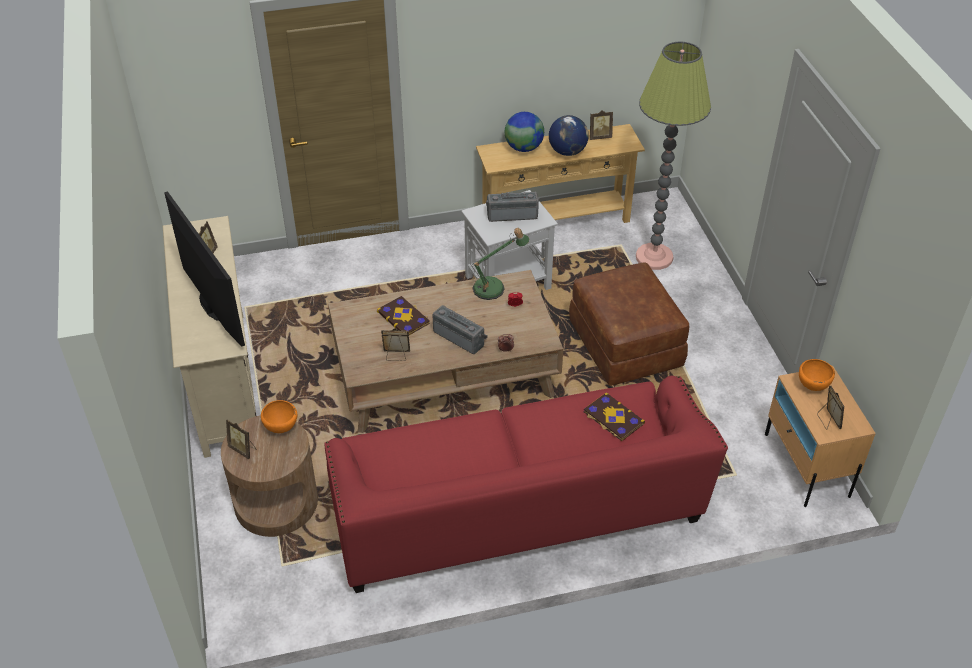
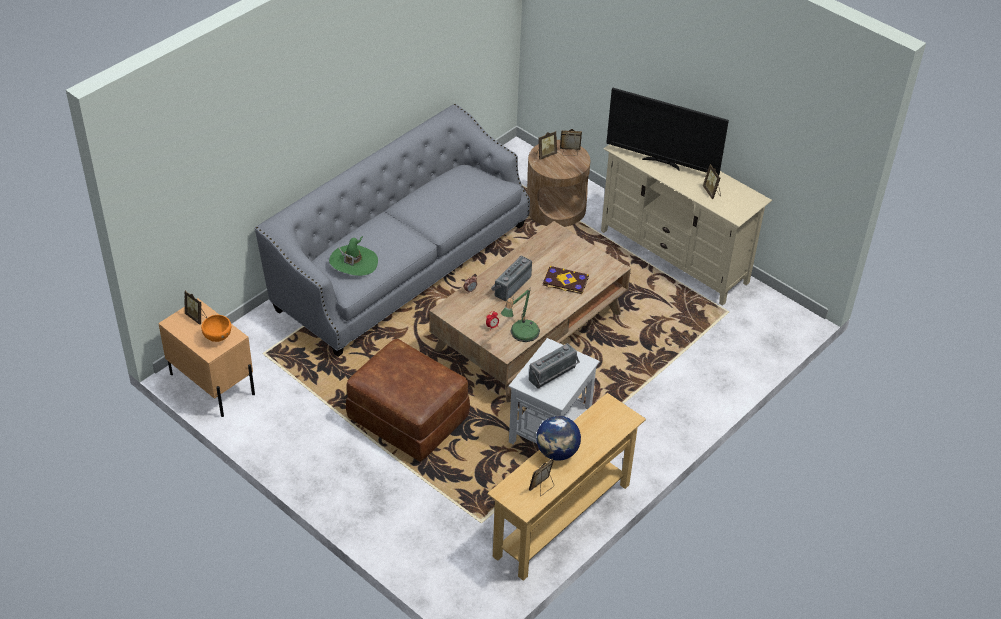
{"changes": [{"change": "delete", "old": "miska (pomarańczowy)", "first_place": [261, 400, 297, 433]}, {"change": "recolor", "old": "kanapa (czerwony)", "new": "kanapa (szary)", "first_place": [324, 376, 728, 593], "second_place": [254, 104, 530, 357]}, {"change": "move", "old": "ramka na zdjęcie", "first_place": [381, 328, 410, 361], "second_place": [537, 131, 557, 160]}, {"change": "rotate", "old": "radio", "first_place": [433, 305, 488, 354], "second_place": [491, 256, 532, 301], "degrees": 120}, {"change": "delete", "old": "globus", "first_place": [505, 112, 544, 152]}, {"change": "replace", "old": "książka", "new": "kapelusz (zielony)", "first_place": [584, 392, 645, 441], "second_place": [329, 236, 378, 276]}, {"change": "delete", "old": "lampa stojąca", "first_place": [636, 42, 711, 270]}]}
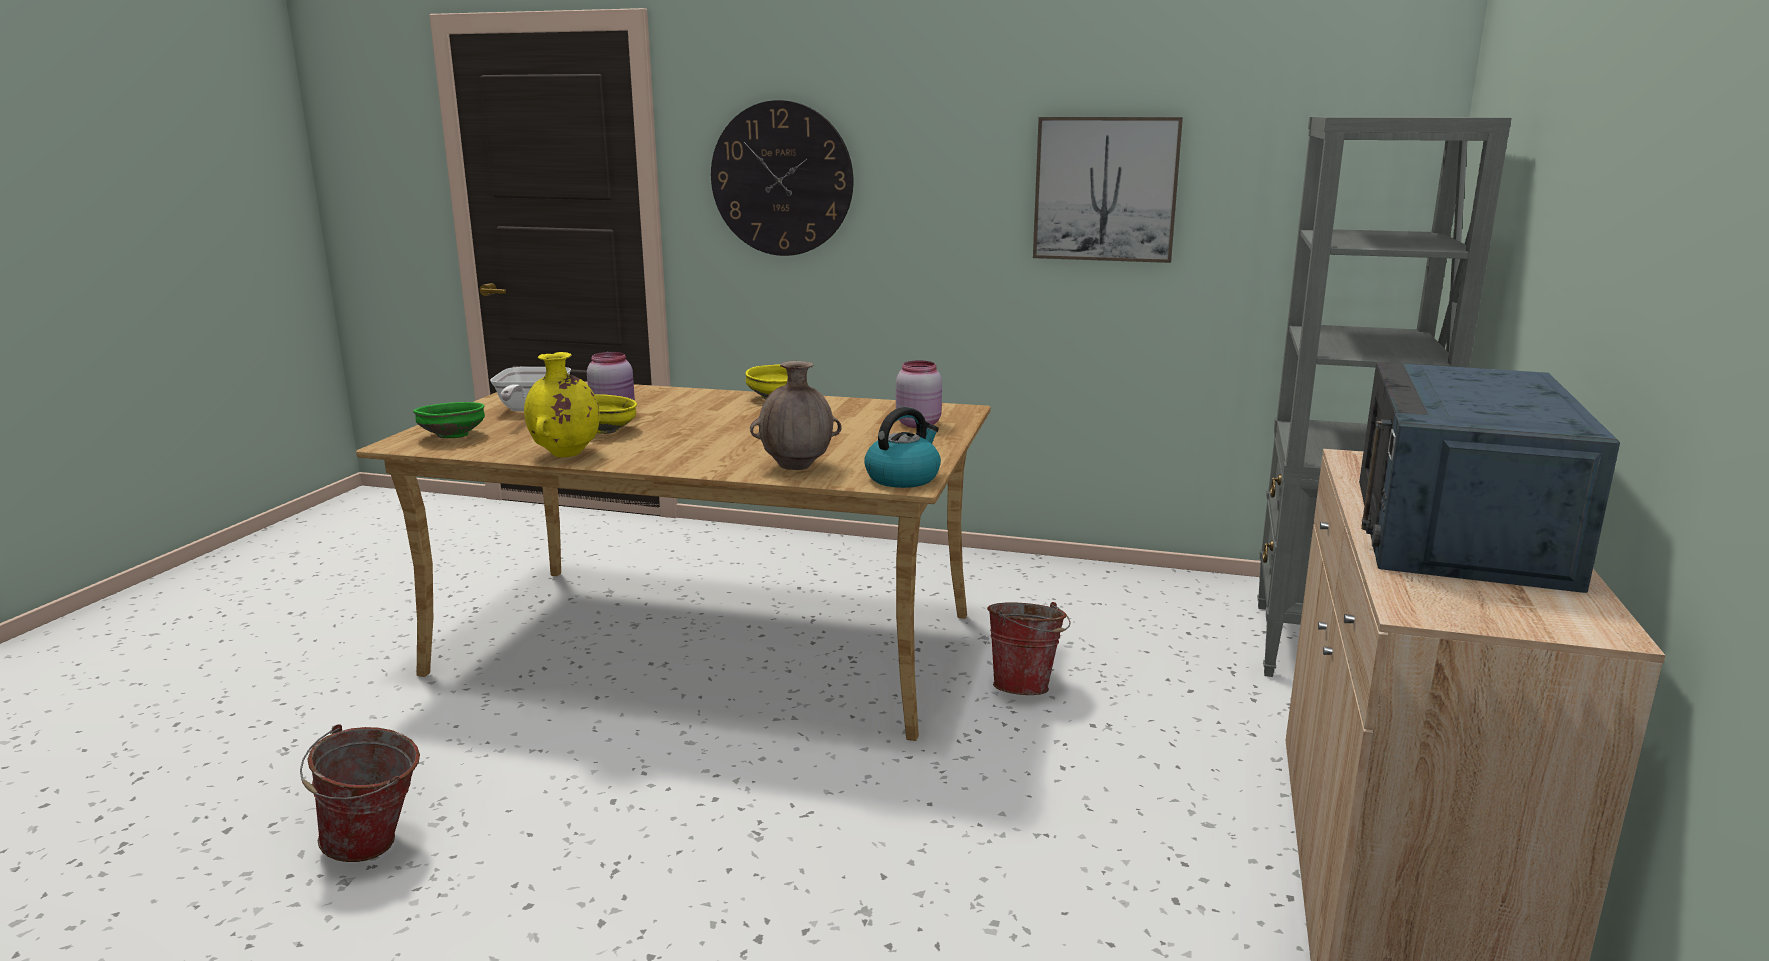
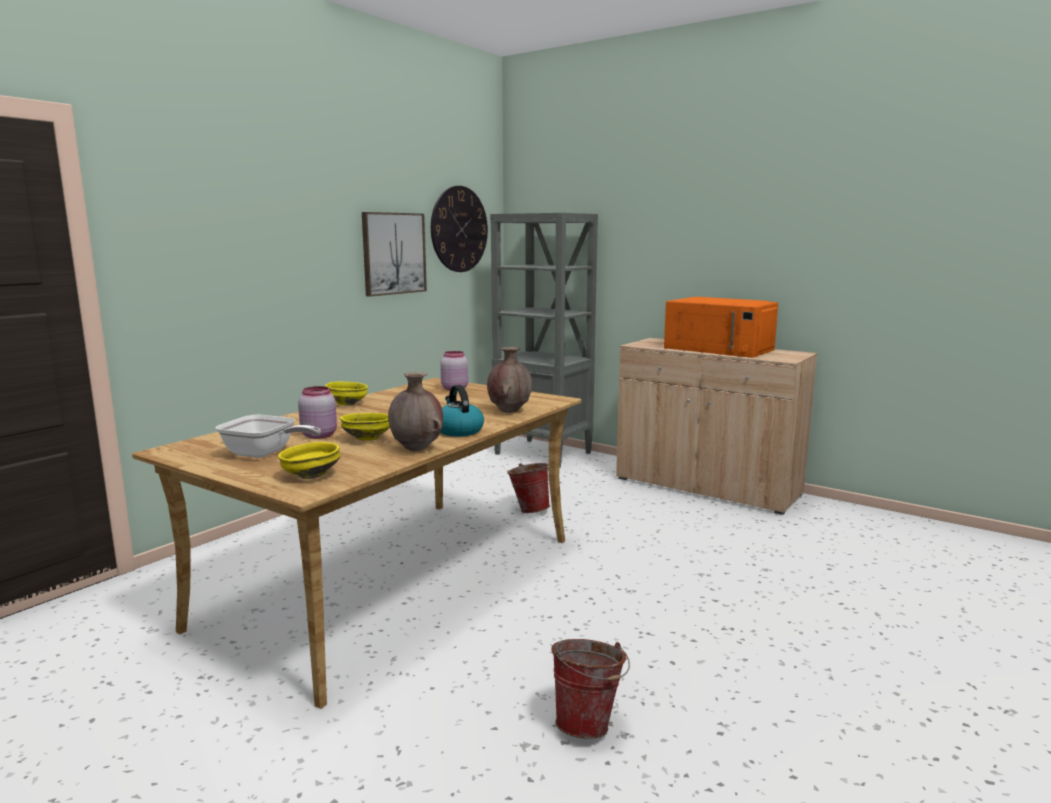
{"changes": [{"change": "recolor", "old": "miska (zielony)", "new": "miska (żółty)", "first_place": [413, 402, 485, 438], "second_place": [278, 442, 341, 479]}, {"change": "recolor", "old": "wazon (żółty)", "new": "wazon (brązowy)", "first_place": [524, 352, 600, 457], "second_place": [388, 372, 443, 451]}, {"change": "move", "old": "zegar ścienny", "first_place": [711, 100, 853, 256], "second_place": [431, 186, 488, 272]}, {"change": "move", "old": "czajnik", "first_place": [864, 407, 941, 488], "second_place": [440, 385, 484, 436]}, {"change": "recolor", "old": "mikrofalówka (niebieski)", "new": "mikrofalówka (pomarańczowy)", "first_place": [1359, 362, 1620, 593], "second_place": [664, 297, 778, 358]}]}
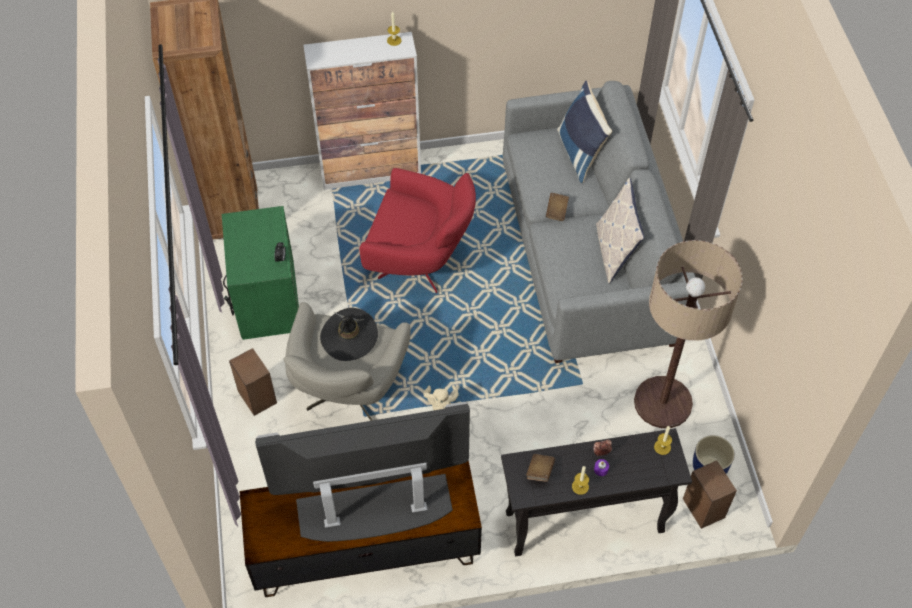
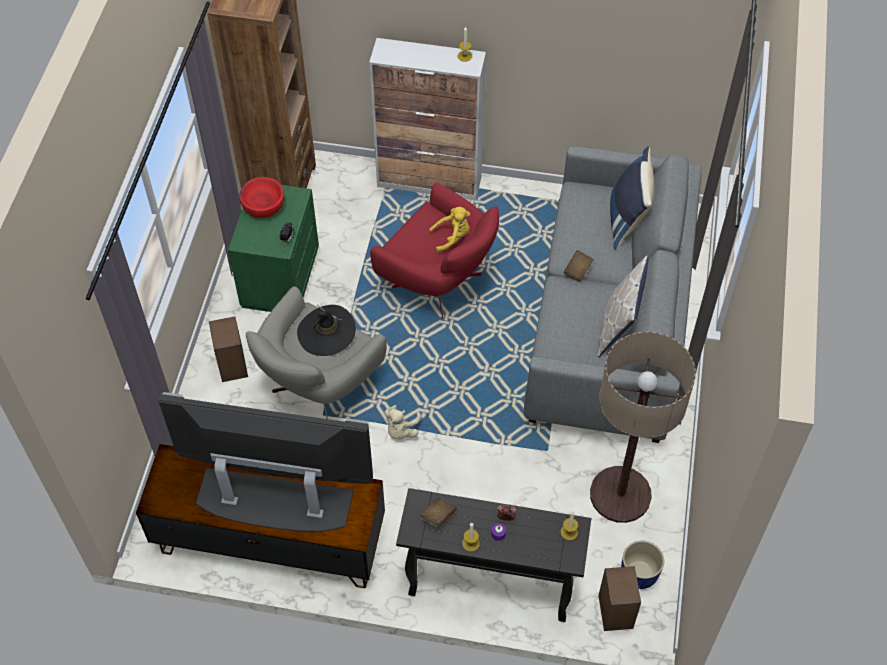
{"changes": [{"change": "insert", "new": "miska (czerwony)", "second_place": [239, 177, 284, 218]}, {"change": "insert", "new": "pluszak (żółty)", "second_place": [429, 207, 470, 253]}]}
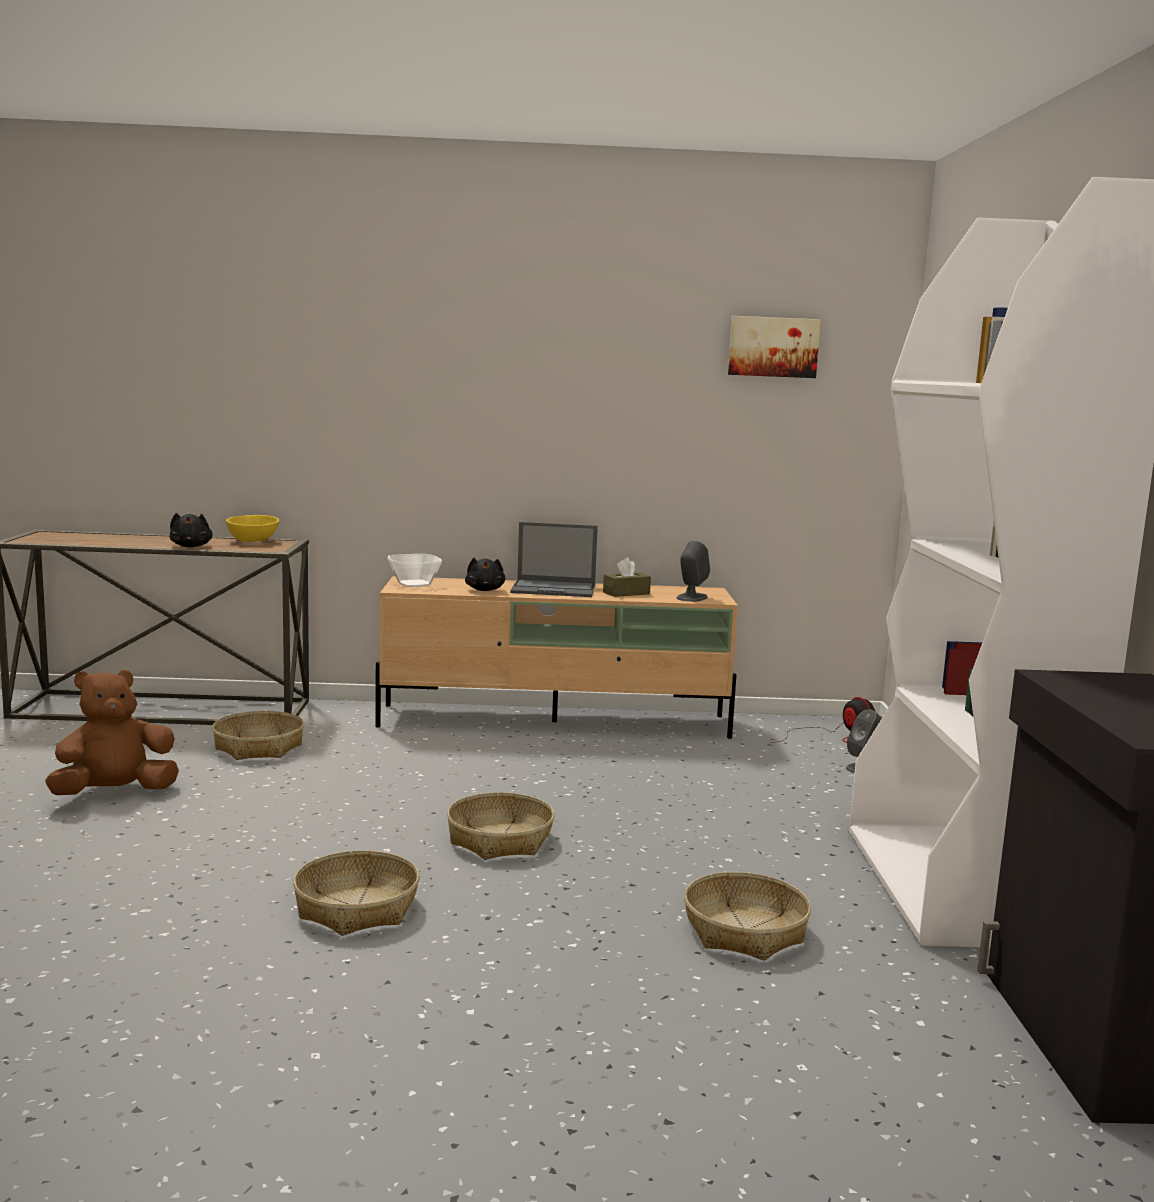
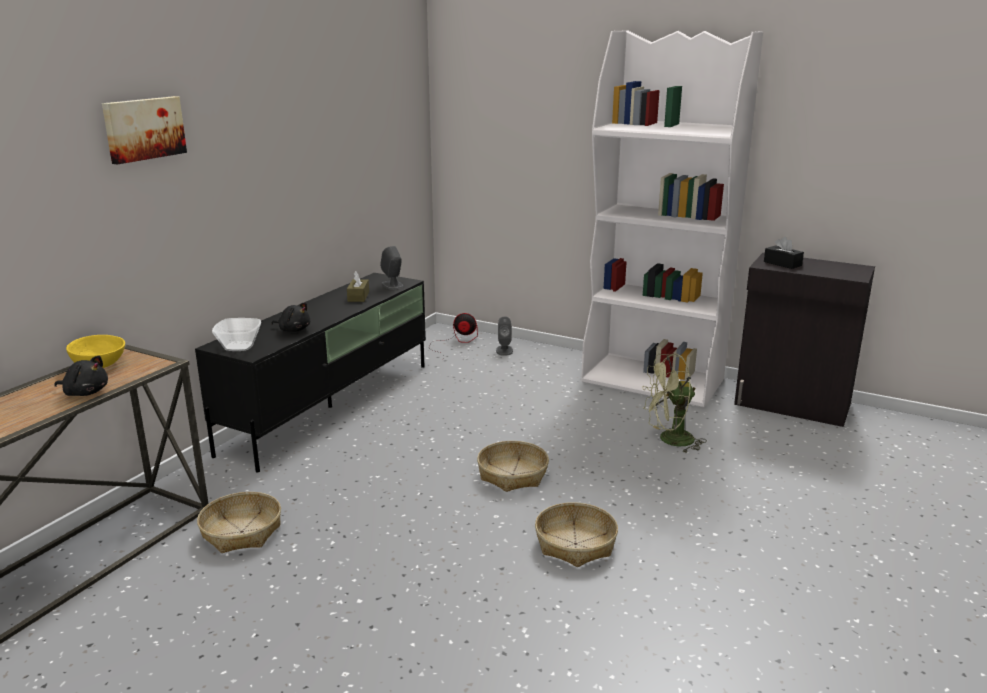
{"changes": [{"change": "delete", "old": "pluszak (brązowy)", "first_place": [45, 670, 179, 795]}, {"change": "recolor", "old": "szafka pod telewizor (beżowy)", "new": "szafka pod telewizor (czarny)", "first_place": [375, 576, 738, 739], "second_place": [195, 273, 426, 473]}, {"change": "delete", "old": "laptop", "first_place": [510, 522, 598, 597]}, {"change": "replace", "old": "koszyk", "new": "wentylator (zielony)", "first_place": [684, 872, 811, 960], "second_place": [642, 354, 707, 454]}, {"change": "move", "old": "obraz", "first_place": [728, 316, 821, 378], "second_place": [102, 96, 187, 164]}, {"change": "insert", "new": "pudełko chusteczek (czarny)", "second_place": [764, 237, 804, 269]}]}
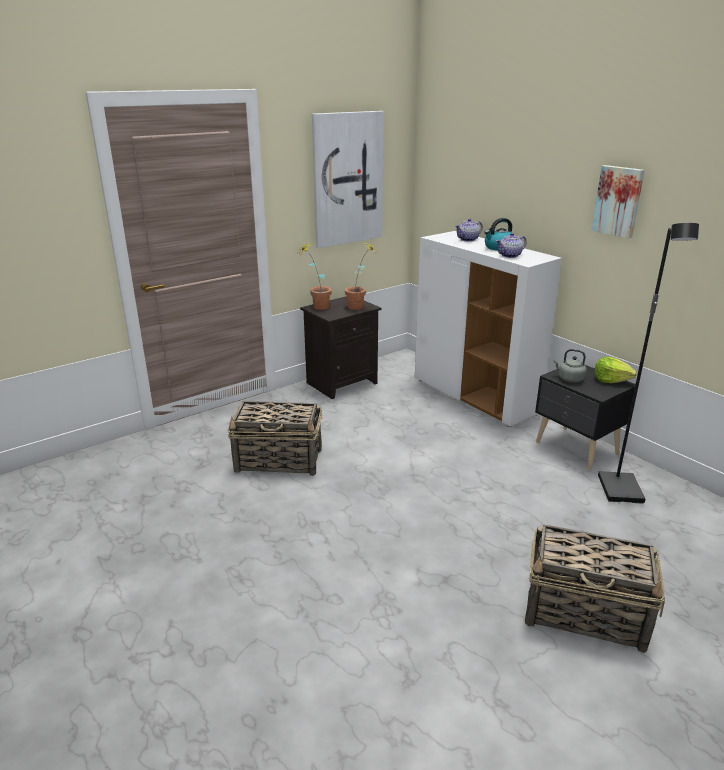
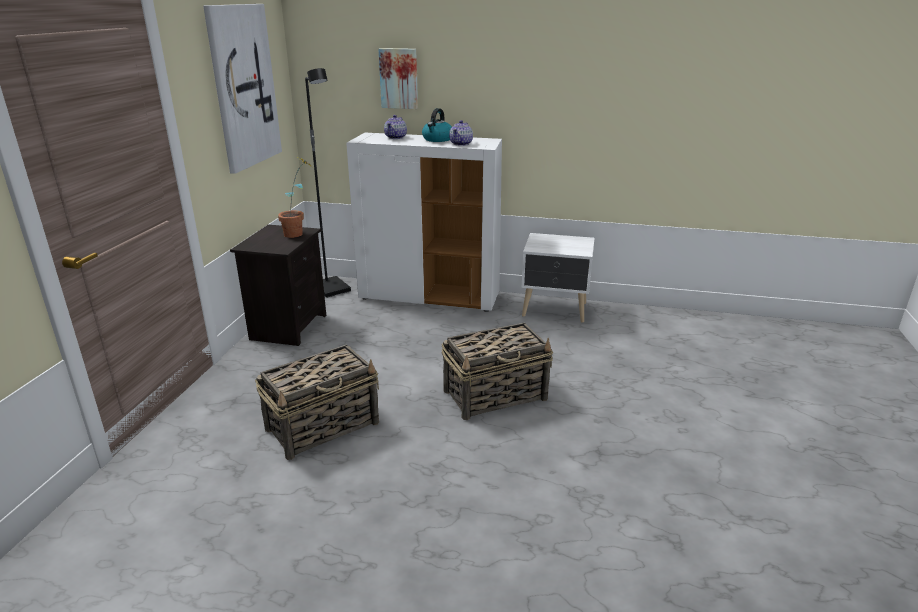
{"changes": [{"change": "delete", "old": "roślina doniczkowa", "first_place": [298, 242, 332, 310]}, {"change": "move", "old": "koszyk", "first_place": [525, 524, 665, 653], "second_place": [441, 322, 553, 420]}, {"change": "recolor", "old": "szafka nocna (czarny)", "new": "szafka nocna (biały)", "first_place": [535, 365, 635, 470], "second_place": [522, 233, 594, 322]}, {"change": "delete", "old": "czajnik (szary)", "first_place": [553, 349, 587, 382]}, {"change": "move", "old": "obraz", "first_place": [591, 165, 645, 238], "second_place": [378, 48, 418, 109]}, {"change": "delete", "old": "sałata", "first_place": [594, 356, 637, 383]}, {"change": "move", "old": "lampa stojąca (czarny)", "first_place": [598, 223, 699, 504], "second_place": [305, 68, 351, 298]}]}
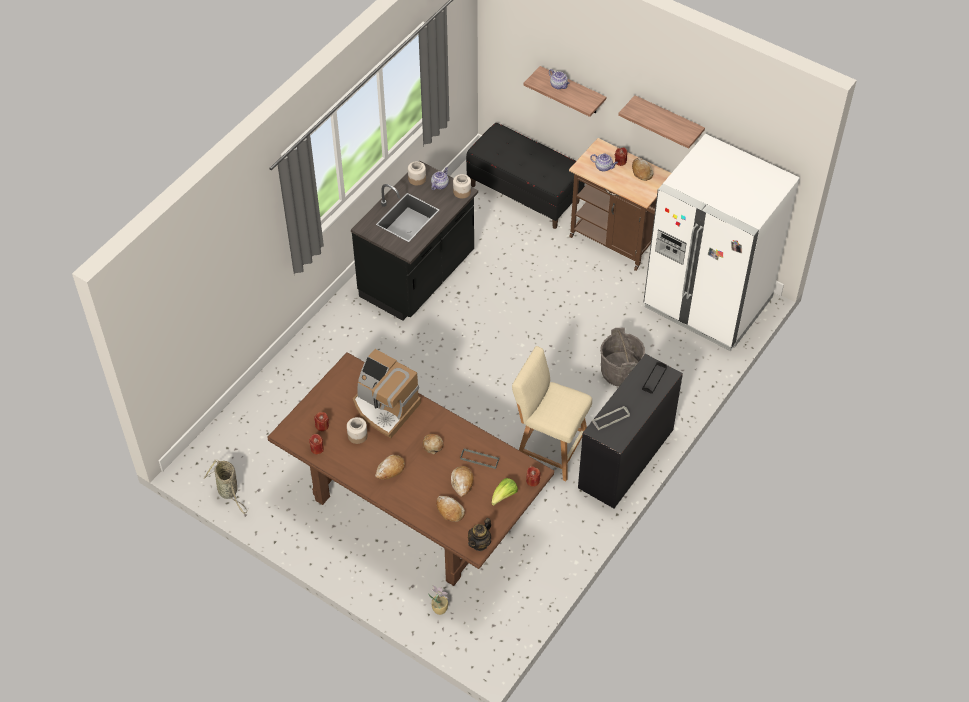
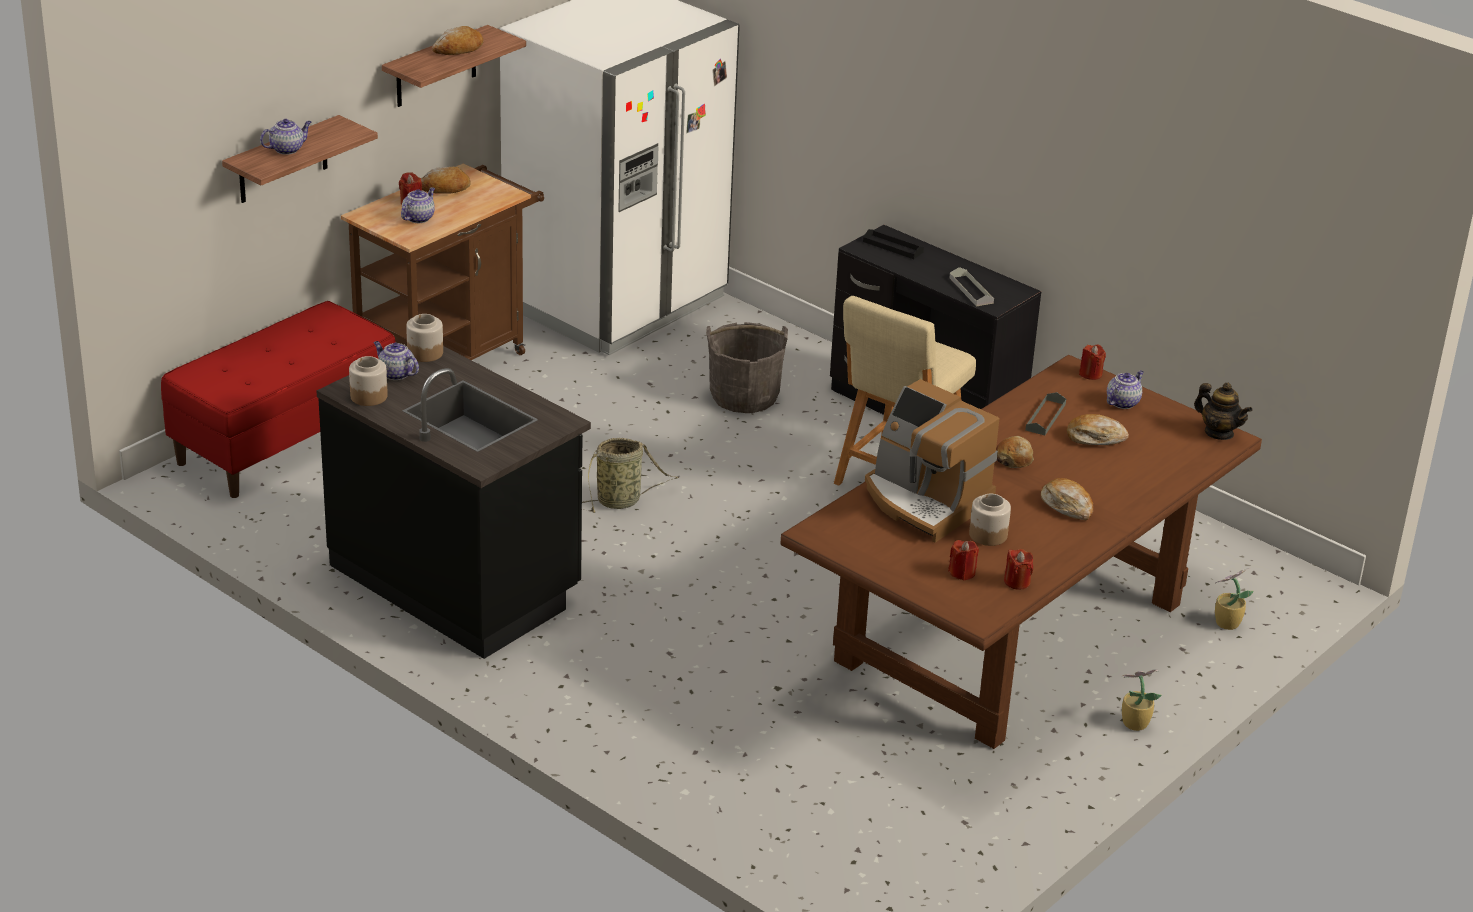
{"changes": [{"change": "move", "old": "koszyk", "first_place": [204, 460, 247, 514], "second_place": [582, 438, 679, 513]}, {"change": "rotate", "old": "ekspres do kawy", "first_place": [353, 349, 421, 439], "second_place": [865, 379, 999, 543], "degrees": 90}, {"change": "move", "old": "chleb", "first_place": [436, 496, 465, 522], "second_place": [432, 26, 483, 55]}, {"change": "recolor", "old": "ławka (czarny)", "new": "ławka (czerwony)", "first_place": [466, 123, 585, 229], "second_place": [161, 301, 396, 498]}, {"change": "replace", "old": "sałata", "new": "imbryk", "first_place": [492, 478, 518, 506], "second_place": [1107, 370, 1144, 409]}, {"change": "insert", "new": "roślina doniczkowa", "second_place": [1122, 669, 1162, 731]}]}
